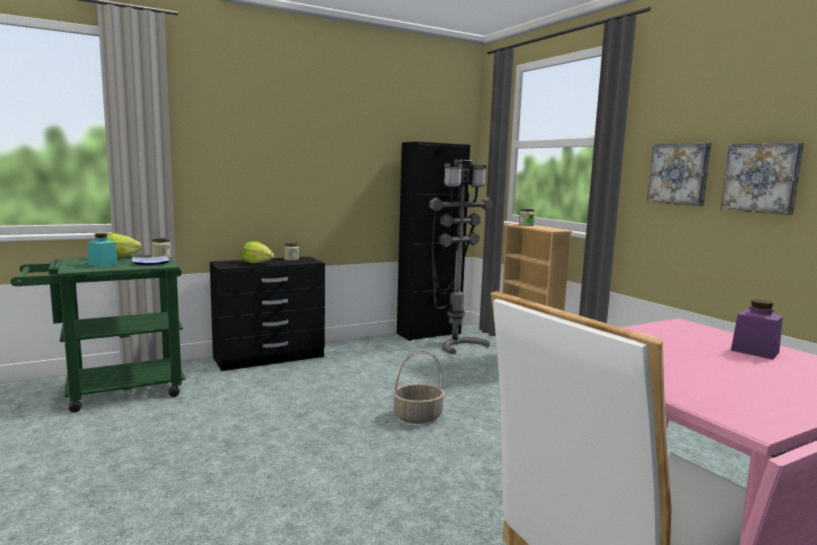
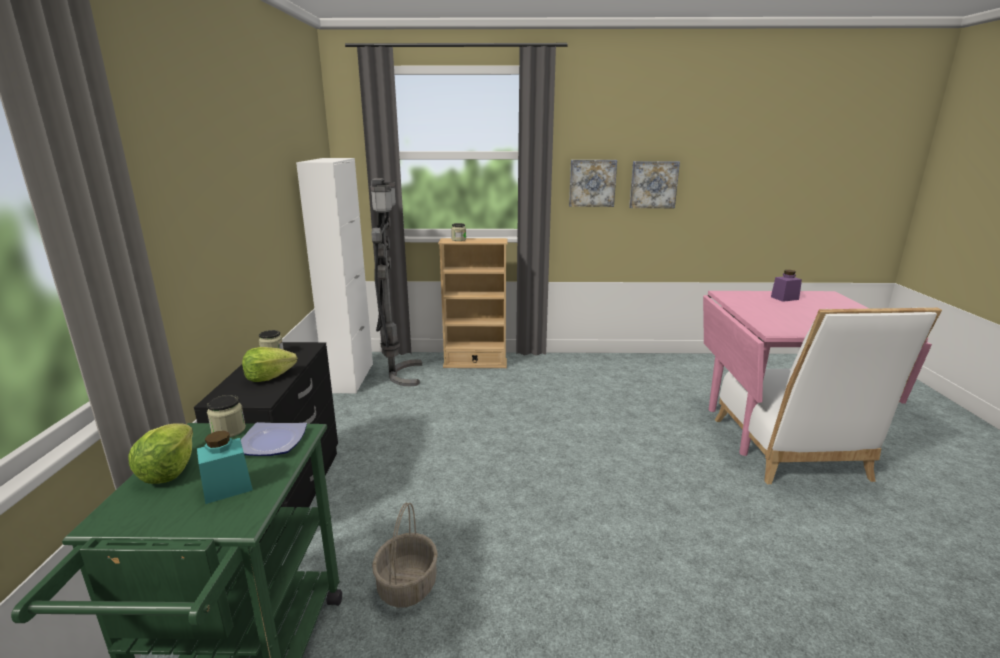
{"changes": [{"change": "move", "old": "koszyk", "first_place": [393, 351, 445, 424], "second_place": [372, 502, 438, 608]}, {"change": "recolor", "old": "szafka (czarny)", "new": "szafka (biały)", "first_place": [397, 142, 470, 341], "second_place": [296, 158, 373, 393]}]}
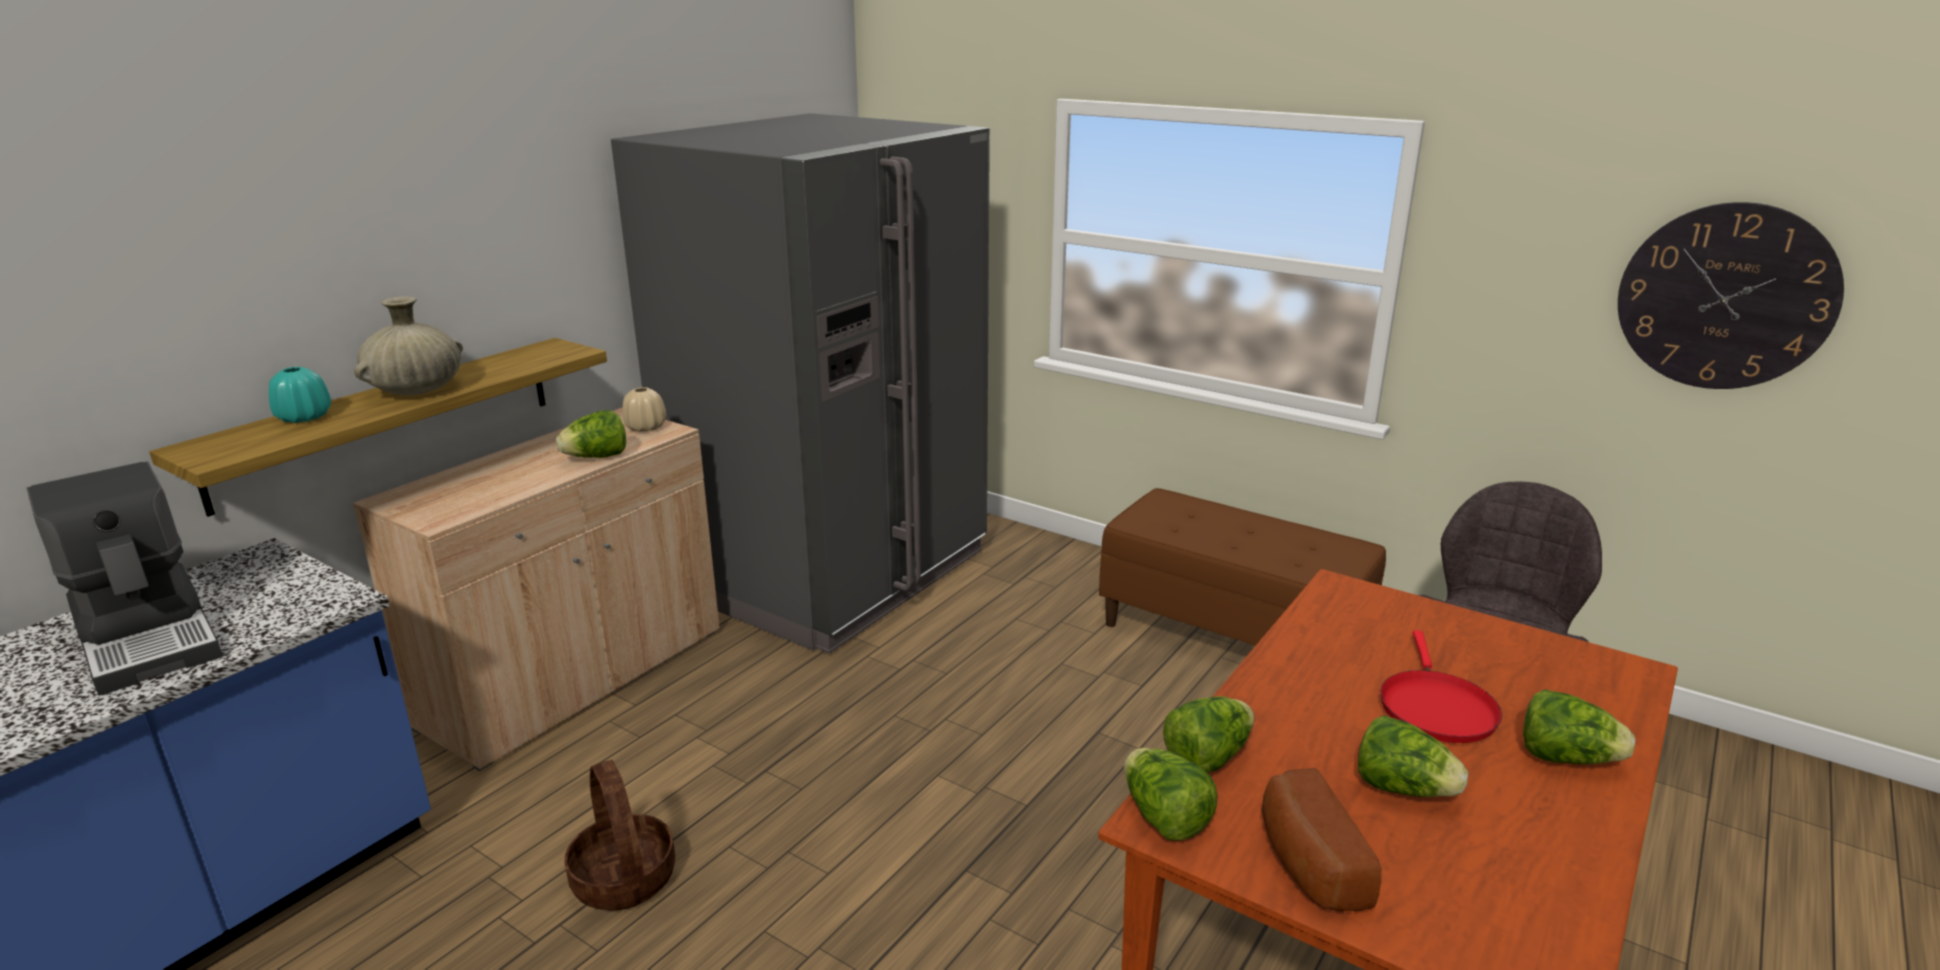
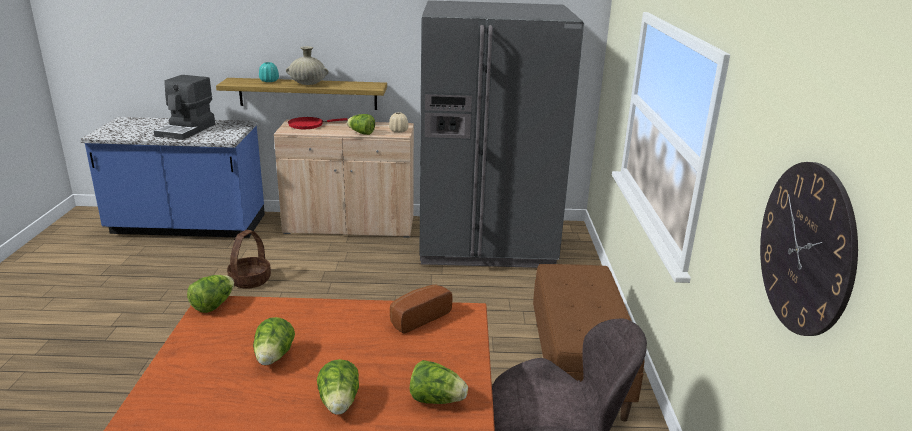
{"changes": [{"change": "move", "old": "sałata", "first_place": [1163, 696, 1255, 773], "second_place": [410, 360, 468, 404]}, {"change": "move", "old": "chleb", "first_place": [1261, 768, 1382, 911], "second_place": [390, 284, 453, 334]}, {"change": "move", "old": "patelnia (czerwony)", "first_place": [1380, 630, 1502, 743], "second_place": [288, 117, 348, 129]}]}
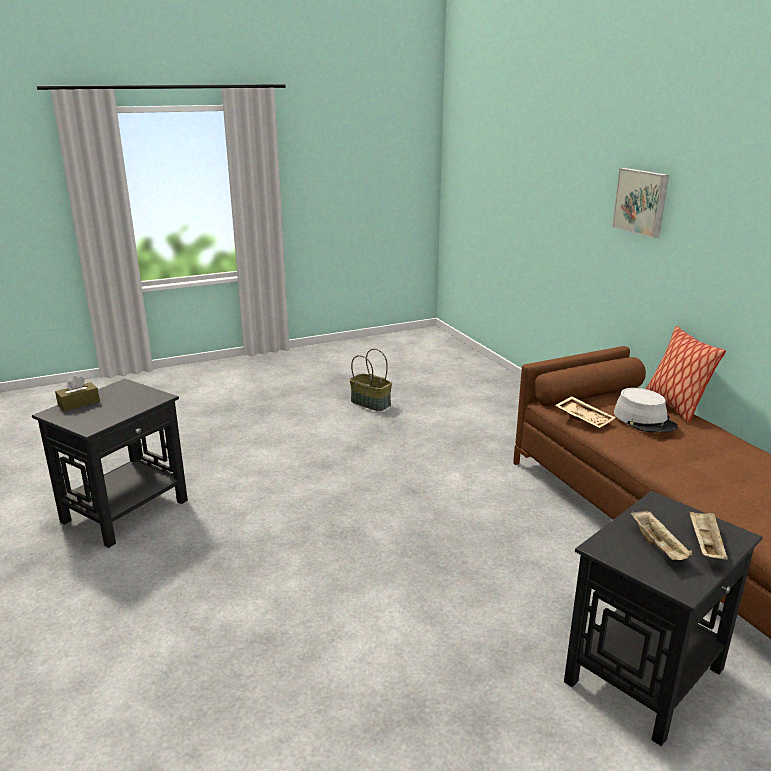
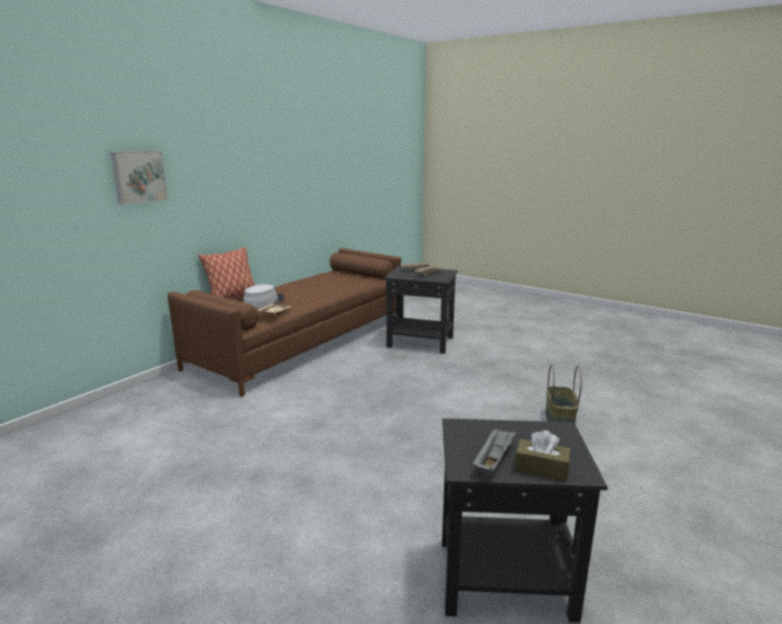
{"changes": [{"change": "move", "old": "koszyk", "first_place": [349, 349, 392, 411], "second_place": [545, 364, 582, 423]}, {"change": "insert", "new": "taca (szary)", "second_place": [473, 427, 516, 471]}]}
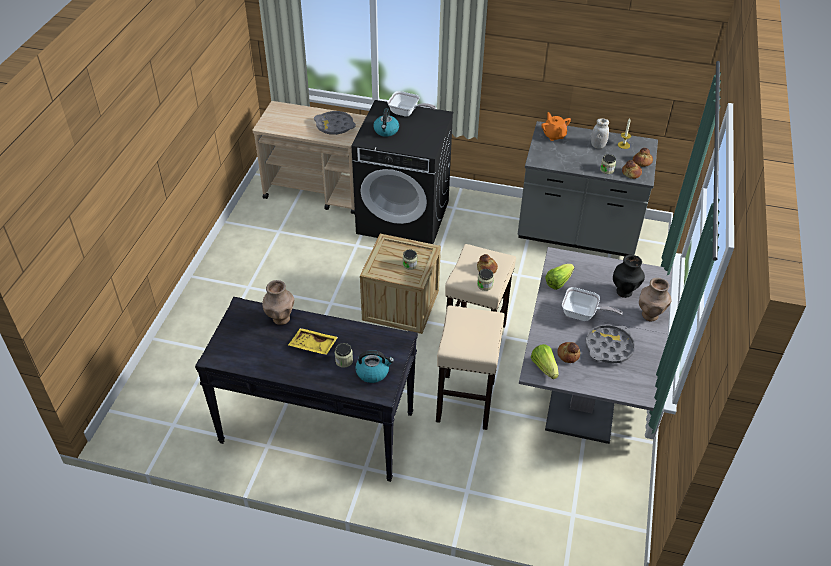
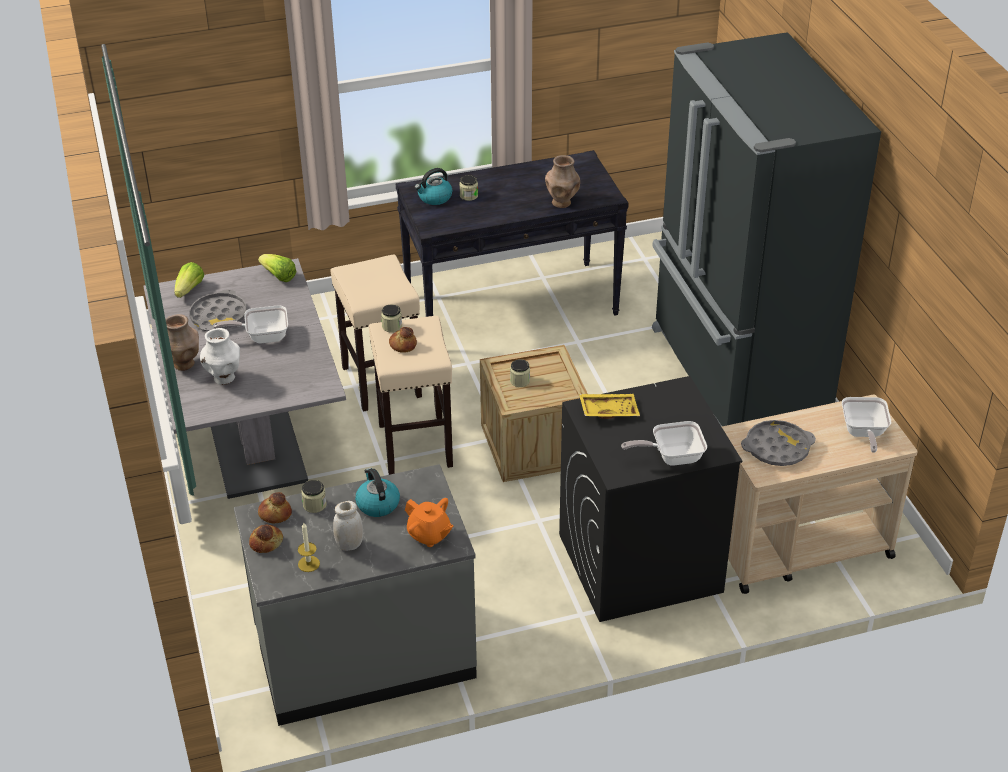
{"changes": [{"change": "move", "old": "taca (żółty)", "first_place": [288, 328, 338, 355], "second_place": [579, 394, 640, 419]}, {"change": "move", "old": "czajnik", "first_place": [373, 108, 399, 137], "second_place": [355, 468, 400, 517]}, {"change": "move", "old": "sałata", "first_place": [545, 264, 574, 290], "second_place": [174, 262, 204, 298]}, {"change": "delete", "old": "chleb", "first_place": [557, 342, 580, 363]}, {"change": "recolor", "old": "wazon (czarny)", "new": "wazon (biały)", "first_place": [613, 255, 645, 298], "second_place": [200, 328, 240, 385]}, {"change": "insert", "new": "lodówka (czarny)", "second_place": [652, 32, 881, 427]}, {"change": "insert", "new": "patelnia", "second_place": [842, 397, 891, 453]}]}
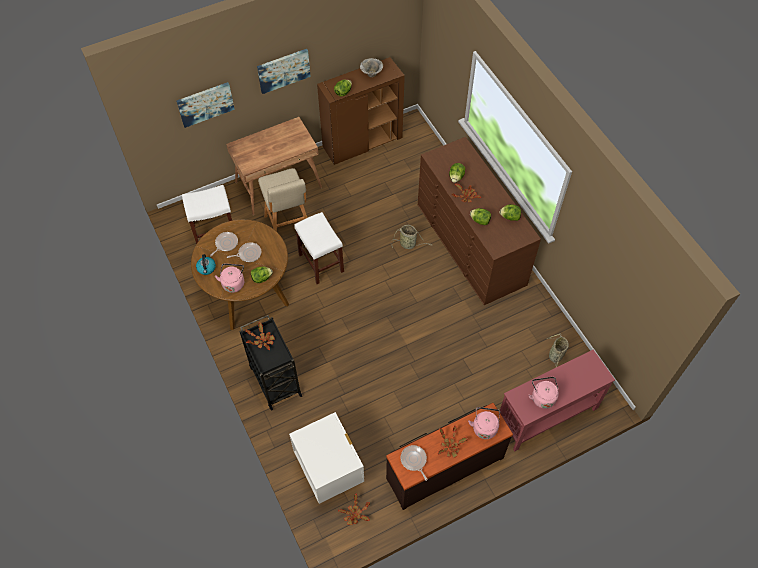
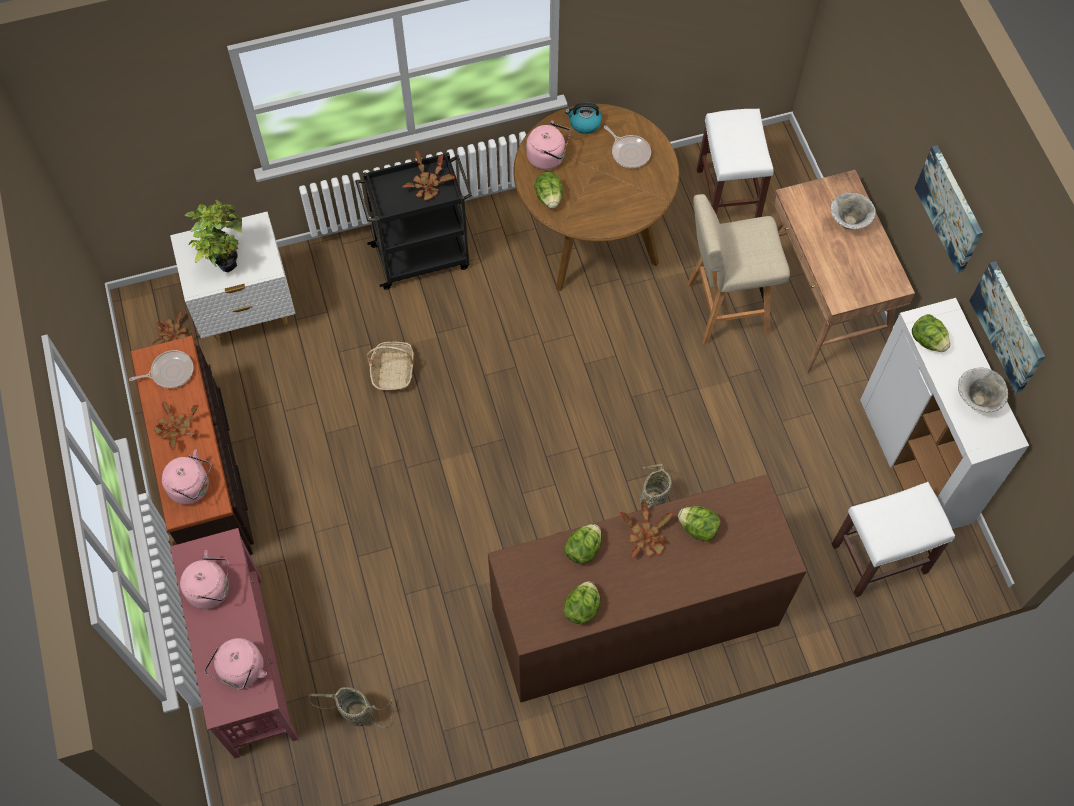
{"changes": [{"change": "move", "old": "obraz", "first_place": [176, 82, 235, 128], "second_place": [970, 261, 1045, 393]}, {"change": "delete", "old": "patelnia", "first_place": [227, 242, 261, 262]}, {"change": "move", "old": "stołek (biały)", "first_place": [294, 212, 344, 284], "second_place": [832, 482, 955, 597]}, {"change": "recolor", "old": "szafka (brązowy)", "new": "szafka (biały)", "first_place": [317, 57, 405, 165], "second_place": [860, 298, 1029, 529]}, {"change": "insert", "new": "roślina doniczkowa", "second_place": [185, 199, 242, 272]}, {"change": "insert", "new": "czajnik (różowy)", "second_place": [204, 638, 267, 690]}, {"change": "insert", "new": "koszyk", "second_place": [367, 342, 414, 391]}, {"change": "insert", "new": "miska", "second_place": [831, 192, 876, 229]}]}
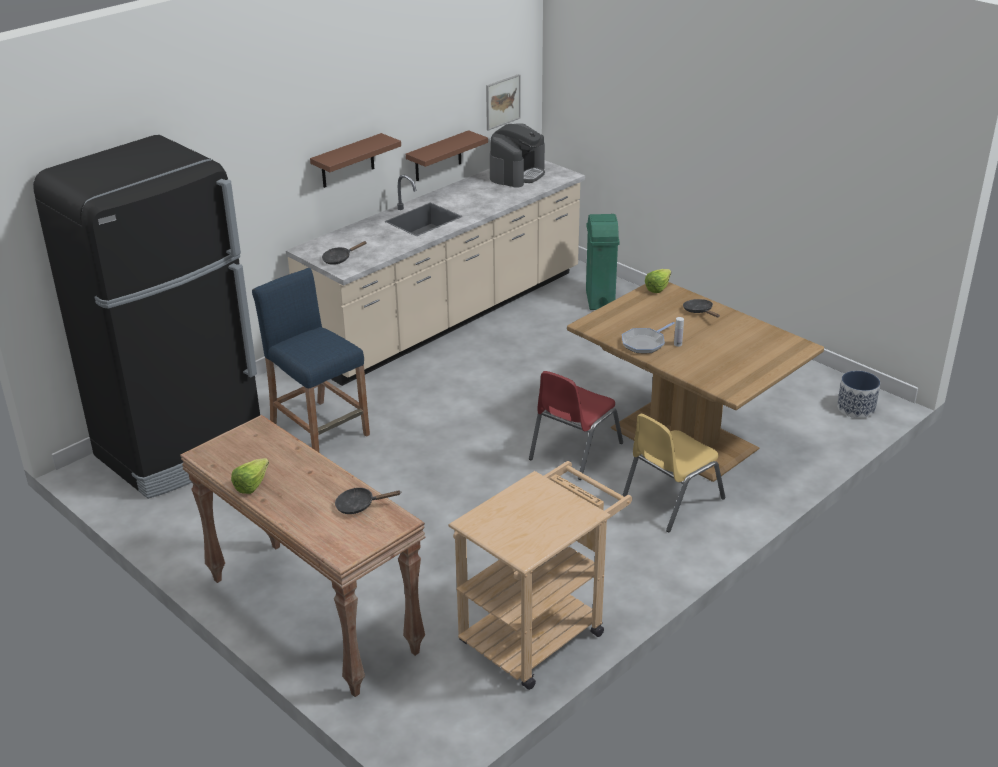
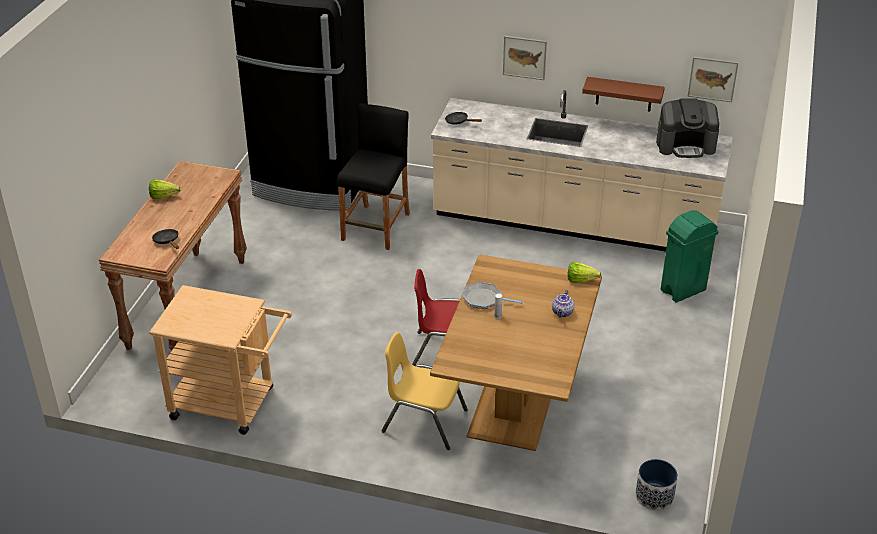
{"changes": [{"change": "recolor", "old": "stołek (niebieski)", "new": "stołek (czarny)", "first_place": [252, 268, 370, 452], "second_place": [337, 103, 410, 250]}, {"change": "replace", "old": "półka (brązowy)", "new": "obraz", "first_place": [310, 133, 401, 188], "second_place": [503, 36, 547, 80]}, {"change": "replace", "old": "patelnia (czarny)", "new": "imbryk", "first_place": [683, 299, 720, 317], "second_place": [552, 290, 575, 317]}]}
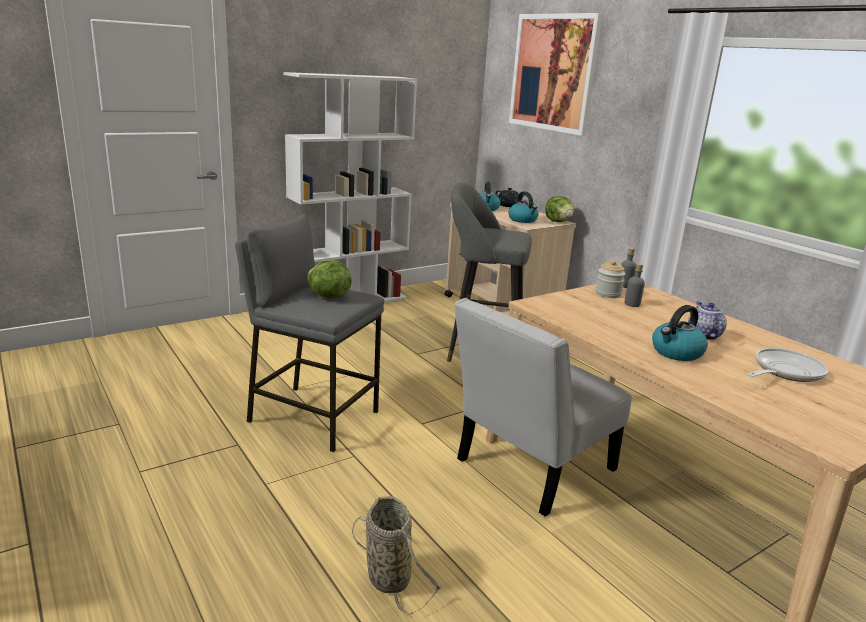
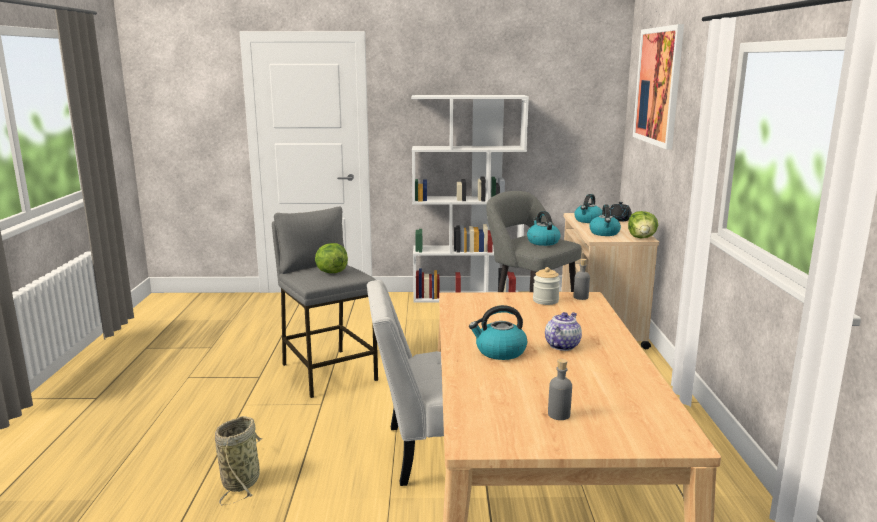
{"changes": [{"change": "move", "old": "butelka (szary)", "first_place": [624, 263, 645, 307], "second_place": [548, 359, 572, 420]}, {"change": "delete", "old": "patelnia", "first_place": [747, 348, 828, 382]}, {"change": "insert", "new": "czajnik", "second_place": [527, 211, 561, 246]}]}
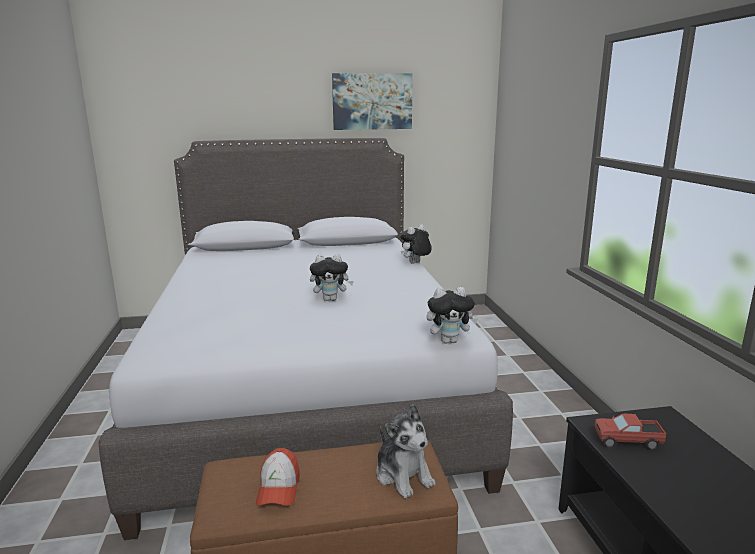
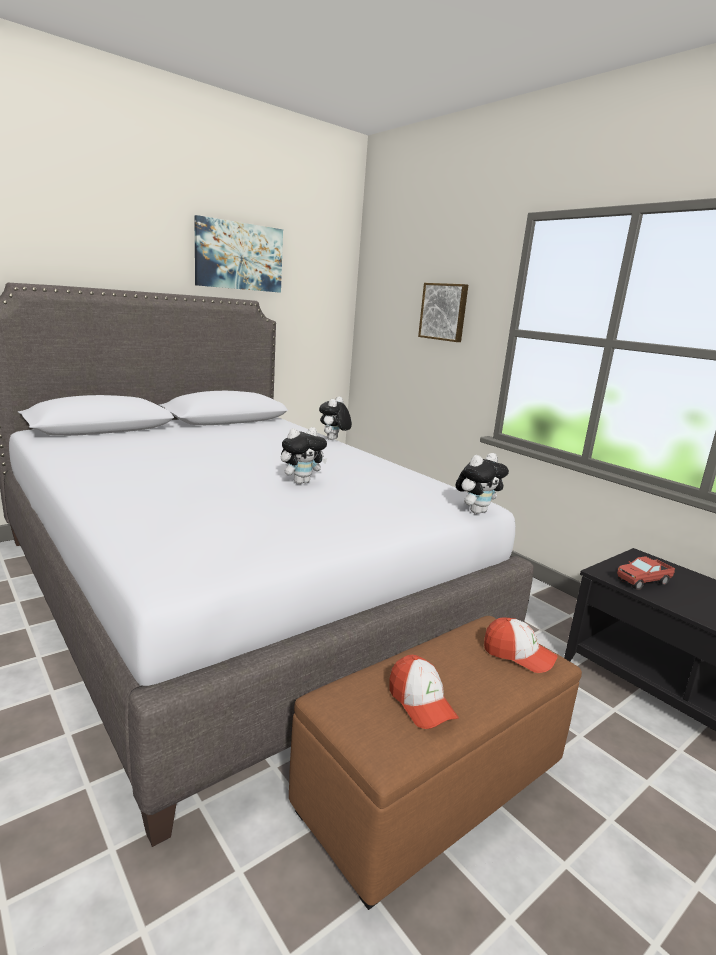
{"changes": [{"change": "replace", "old": "pluszak", "new": "czapka z daszkiem", "first_place": [376, 404, 436, 498], "second_place": [484, 618, 558, 673]}, {"change": "insert", "new": "obraz", "second_place": [418, 283, 468, 342]}]}
